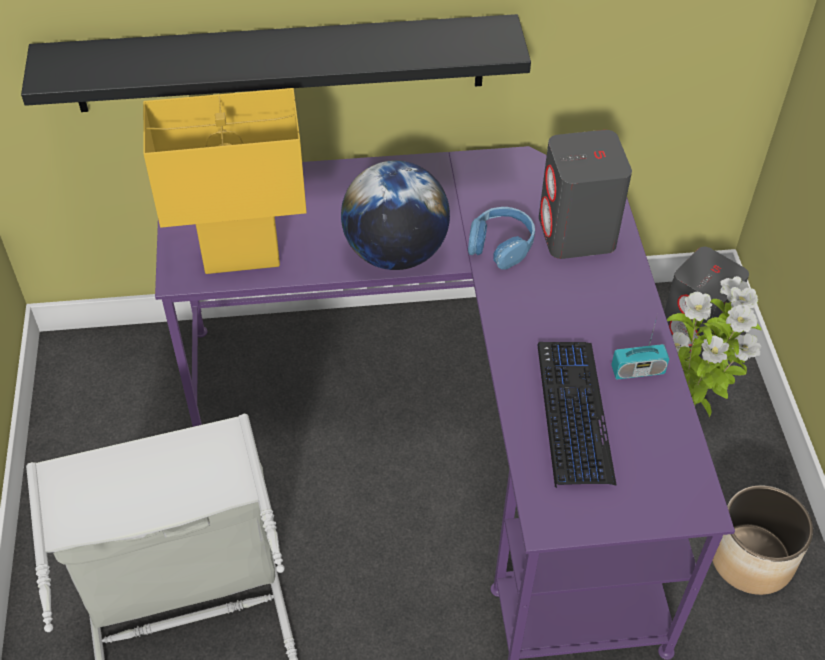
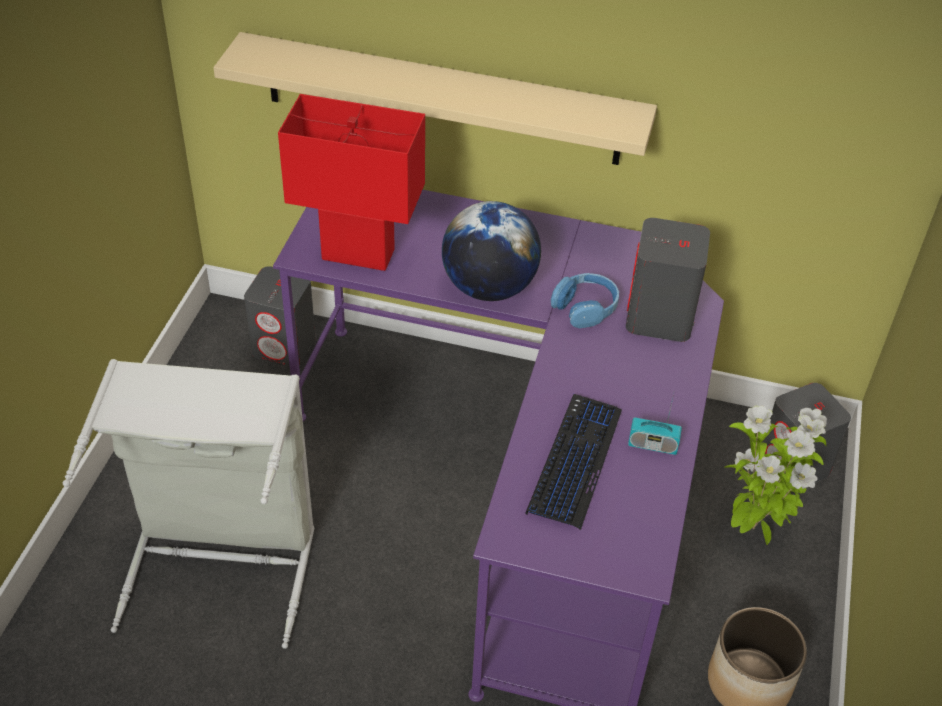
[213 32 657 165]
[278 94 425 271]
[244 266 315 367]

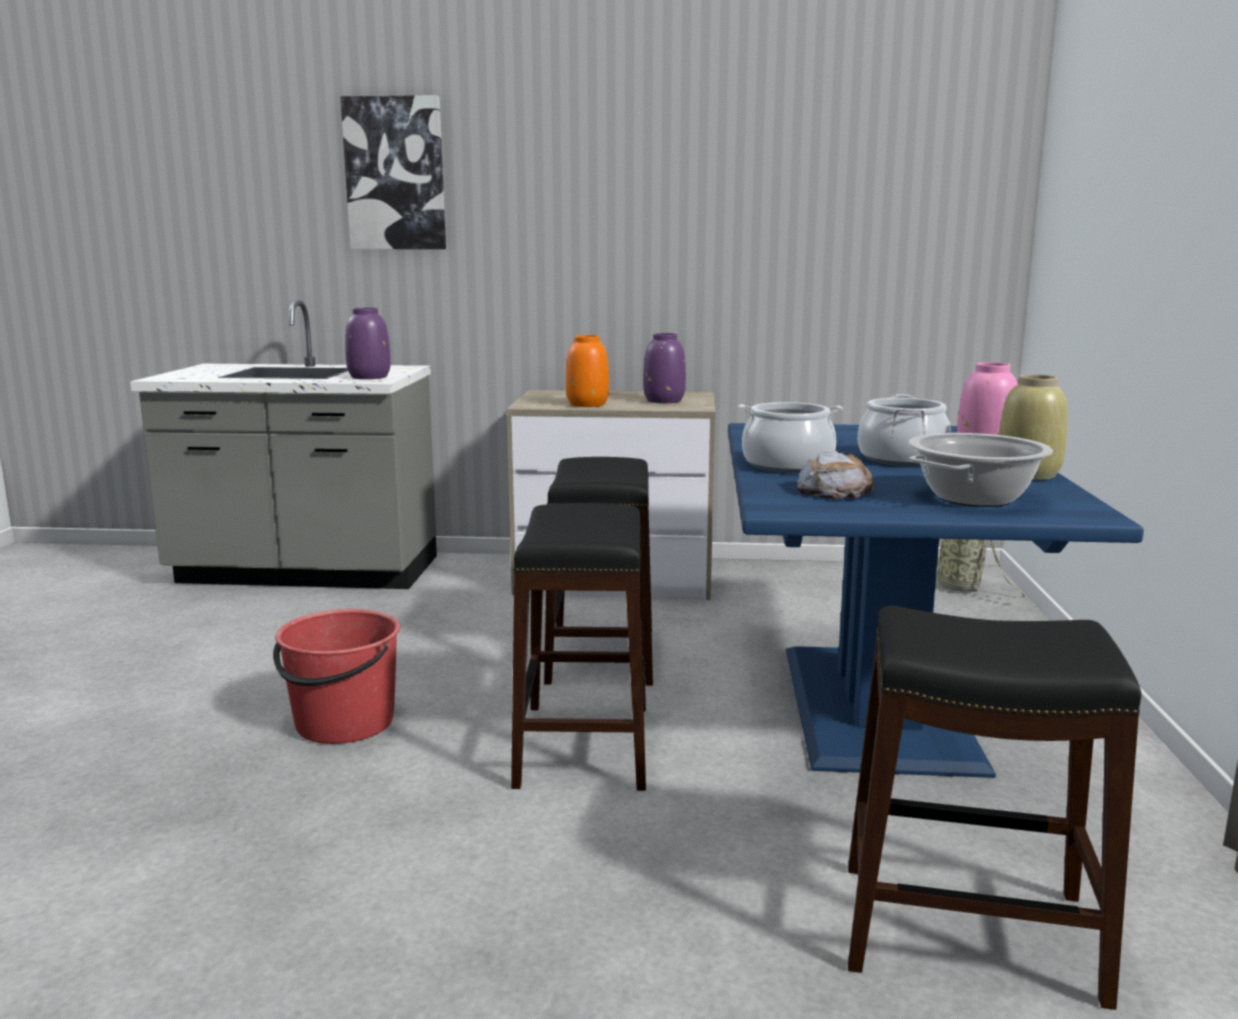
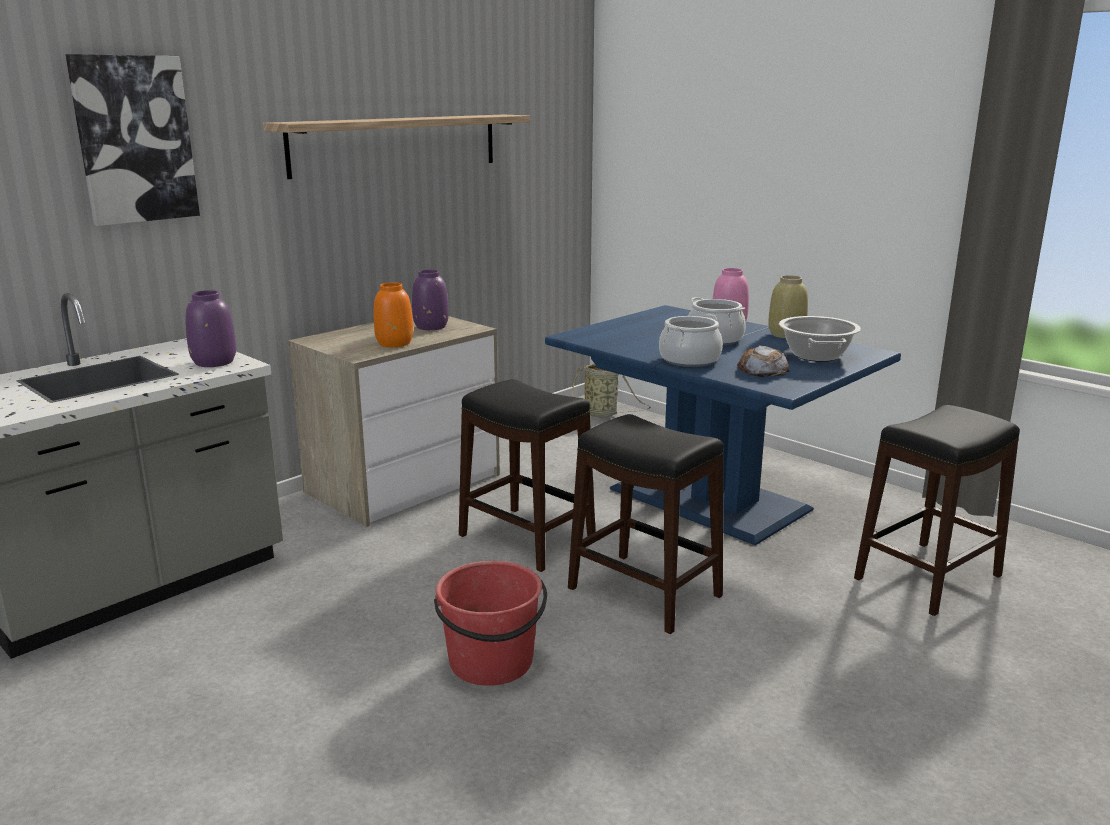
[263 115 530 179]

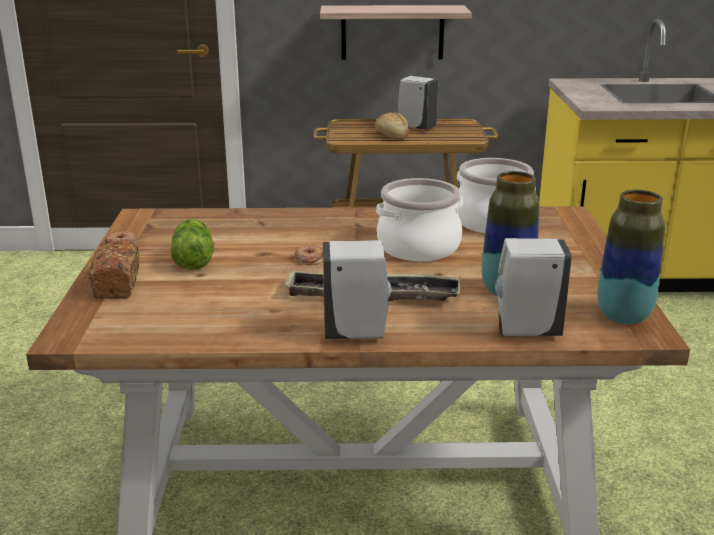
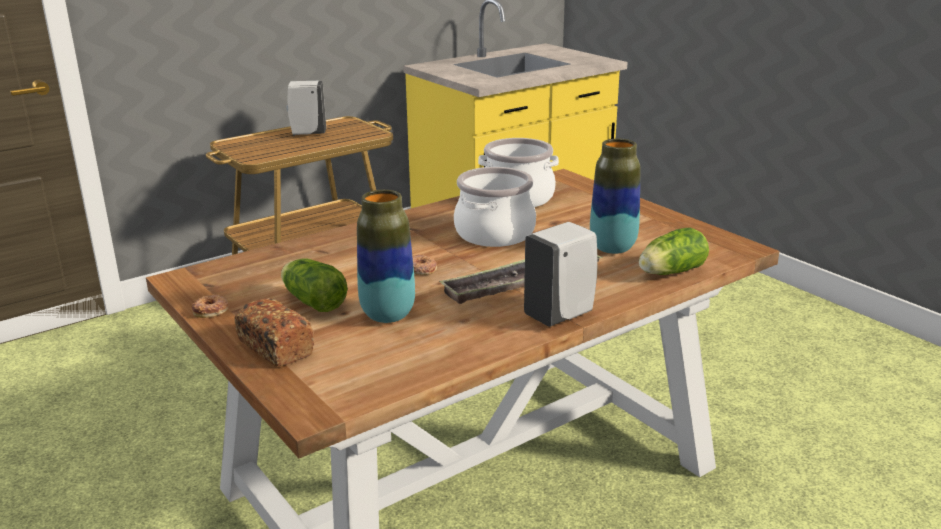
[320 5 472 60] (first image)
[375 112 409 140] (first image)
[357 190 415 323]
[639 228 709 275]

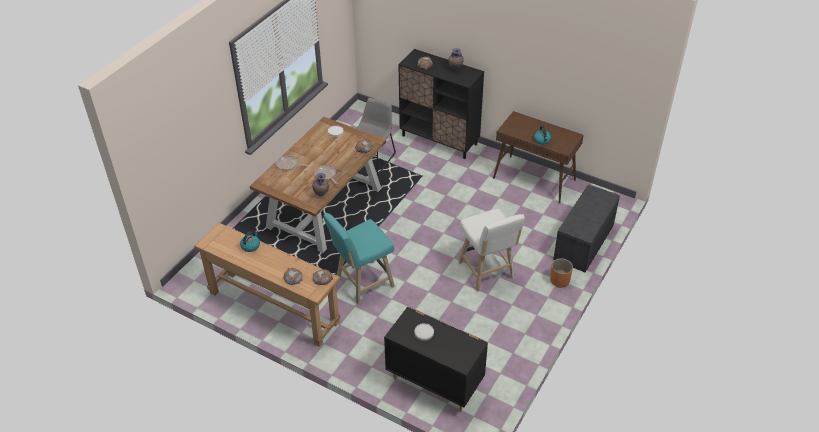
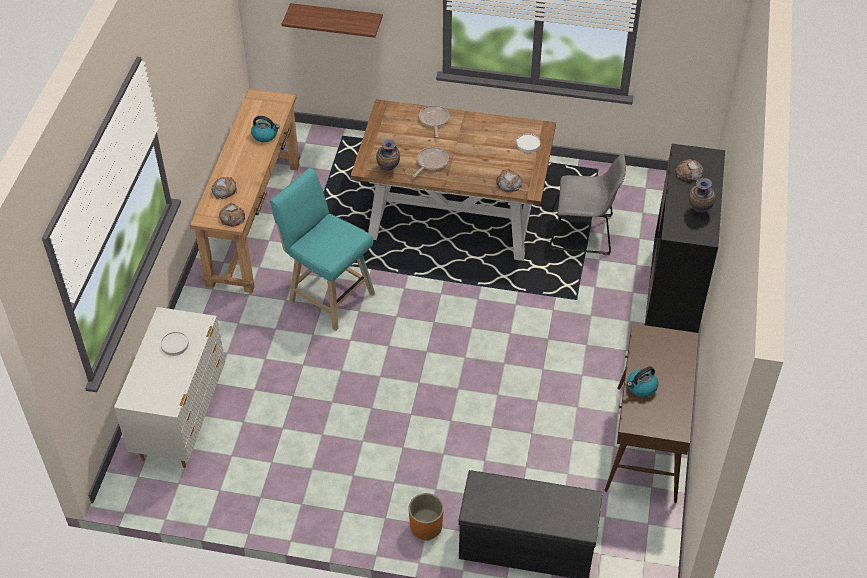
[458 209 525 291] (first image)
[114 307 226 468]
[282 3 383 38]

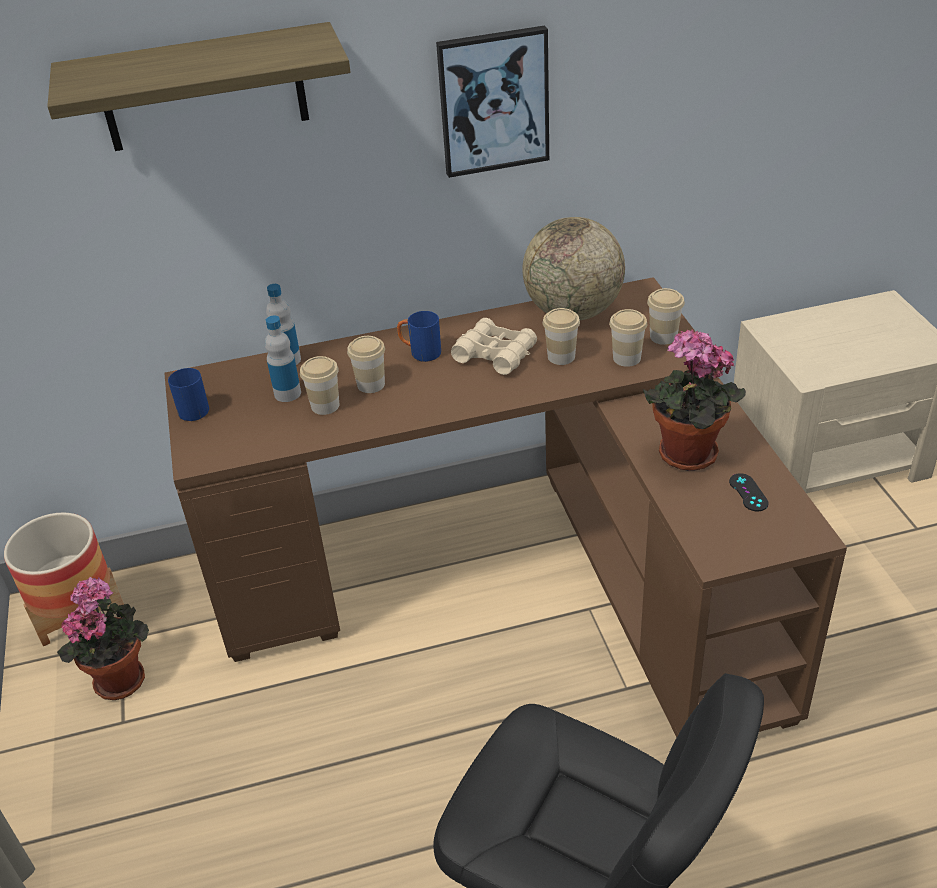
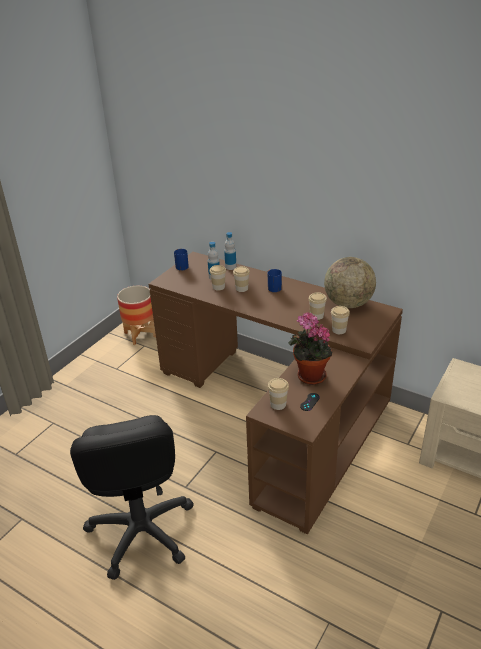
[47 22 350 151] (first image)
[436 25 549 178] (first image)
[268 378 289 410]
[451 318 537 375] (first image)
[57 577 149 700] (first image)

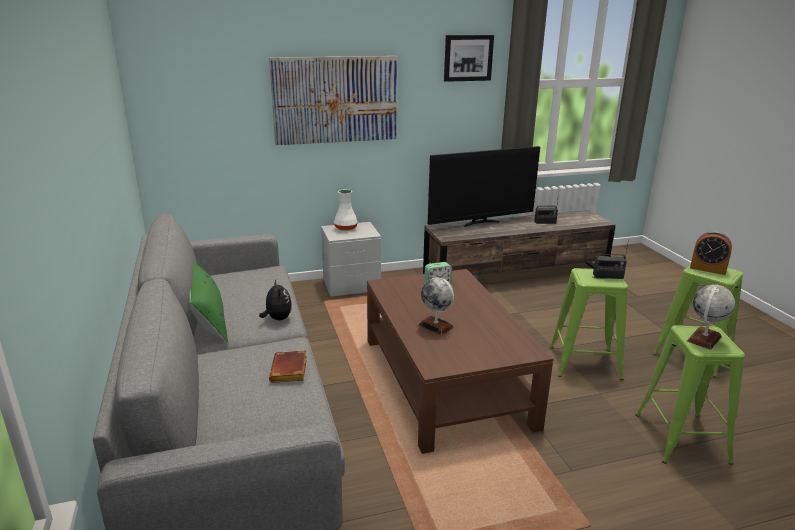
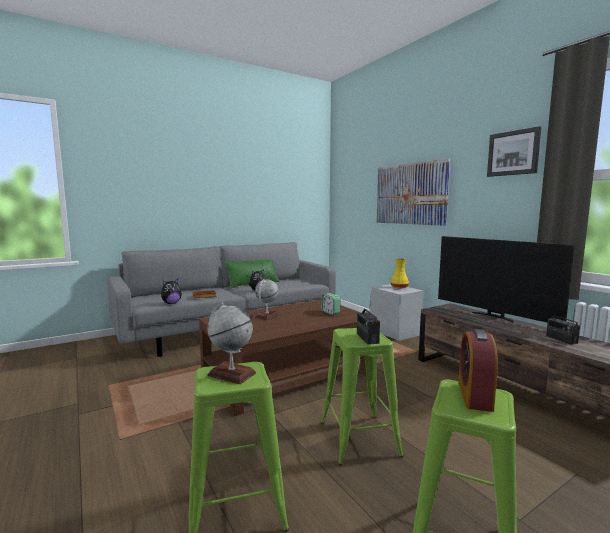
[390 258 409 288]
[161 279 182 304]

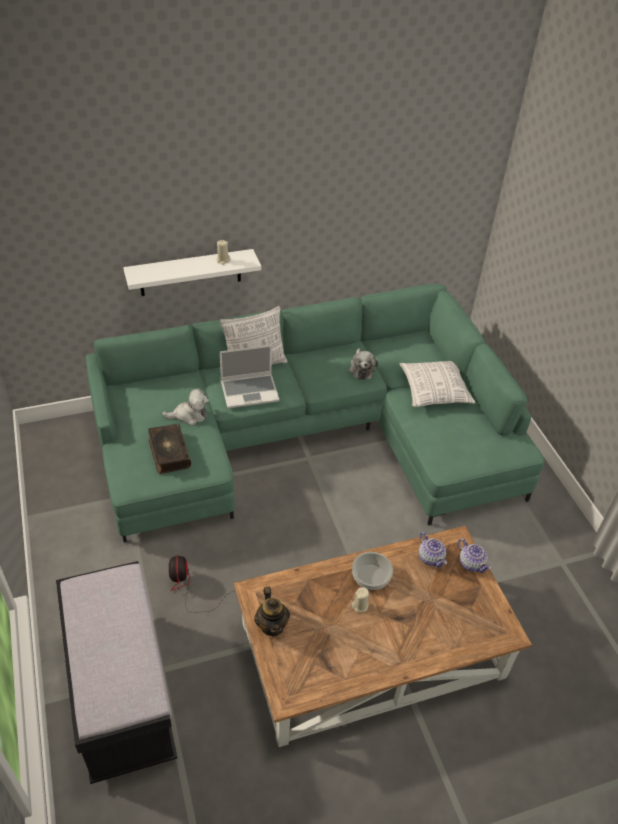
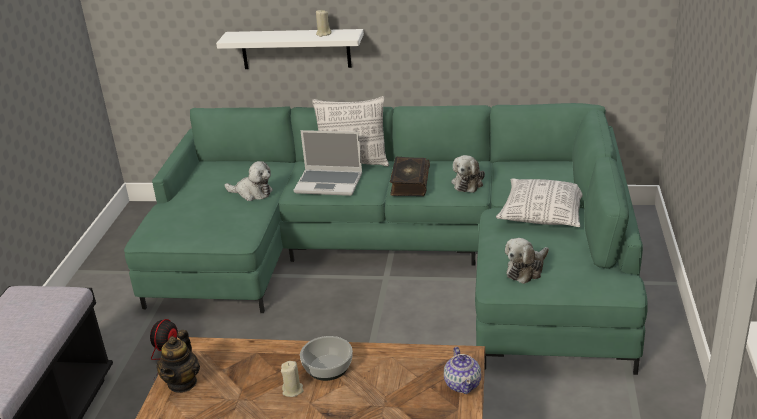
[390 157 430 196]
[419 532 447 568] (first image)
[505 238 549 284]

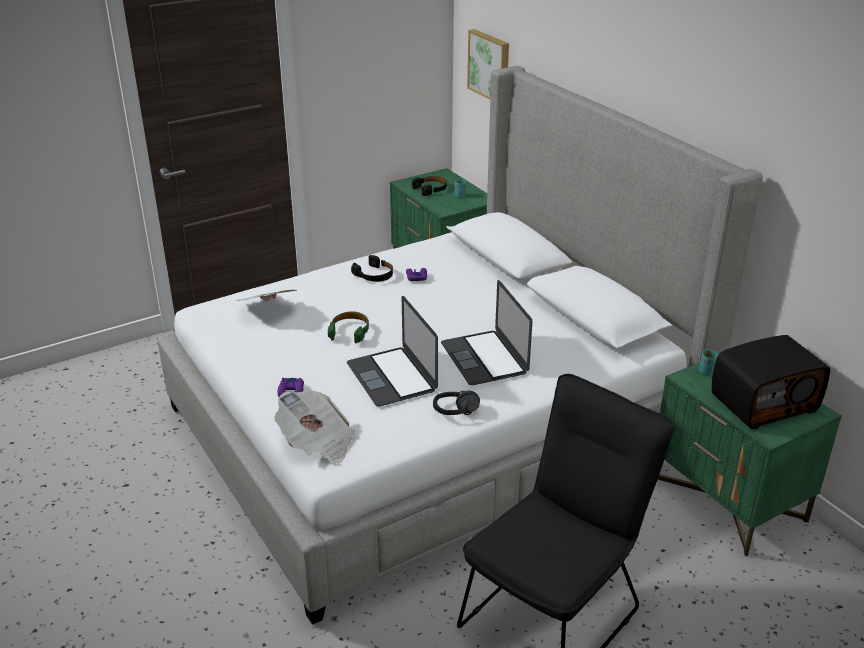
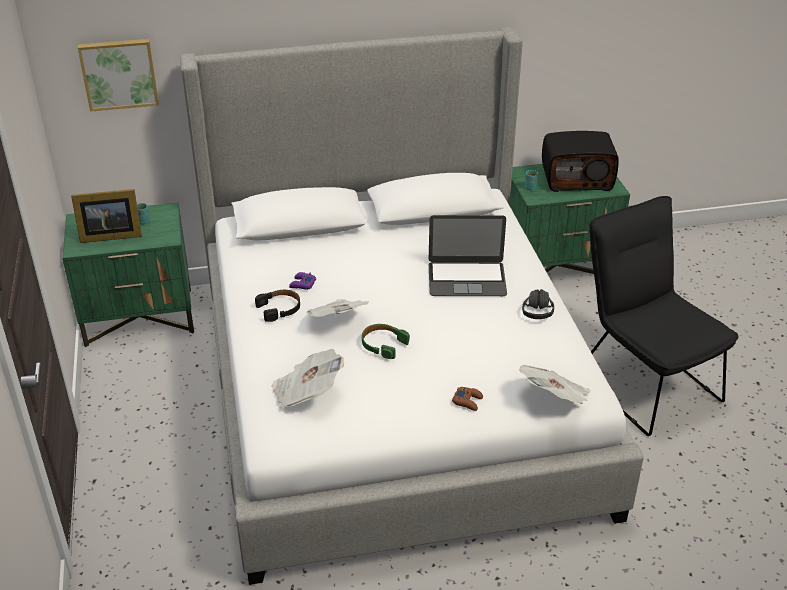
[71 189 142 243]
[347 296 438 407] (first image)
[542 131 619 192]
[452 387 483 411]
[307 299 369 317]

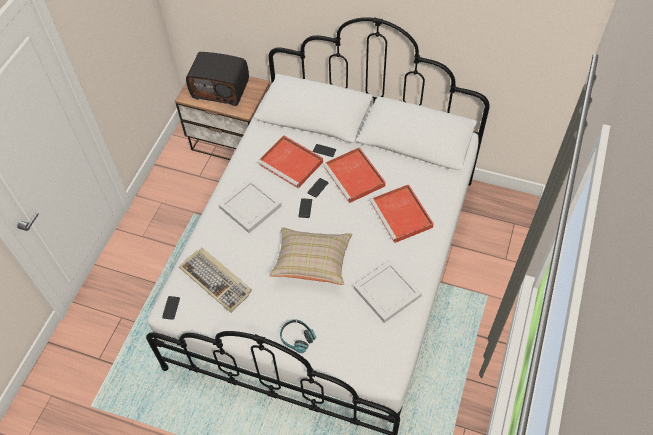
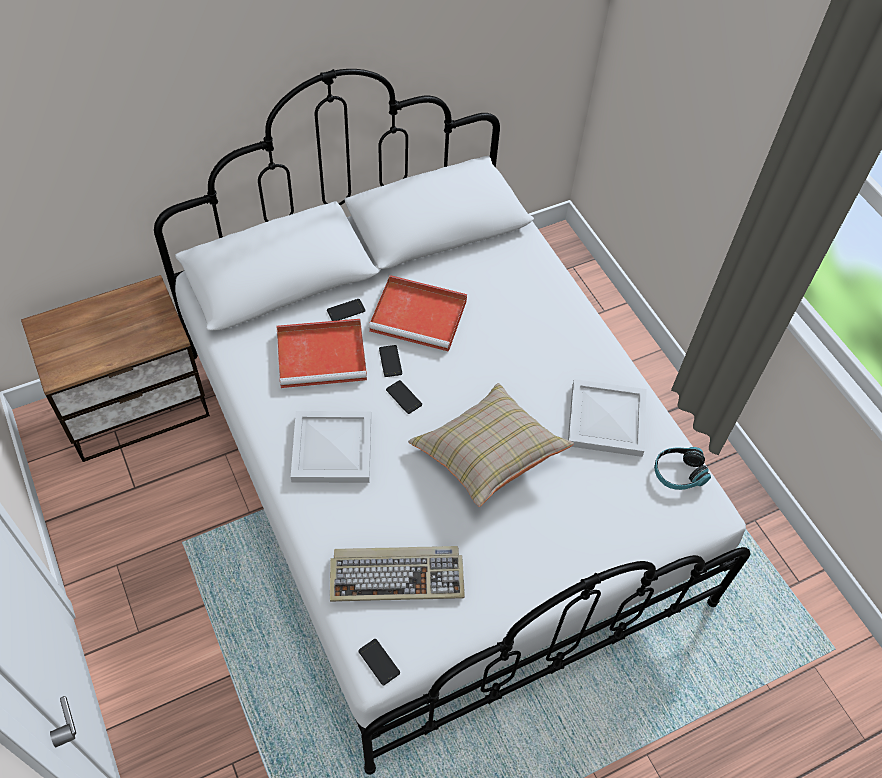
[186 52 249 106] (first image)
[370 184 434 243] (first image)
[654 447 711 490]

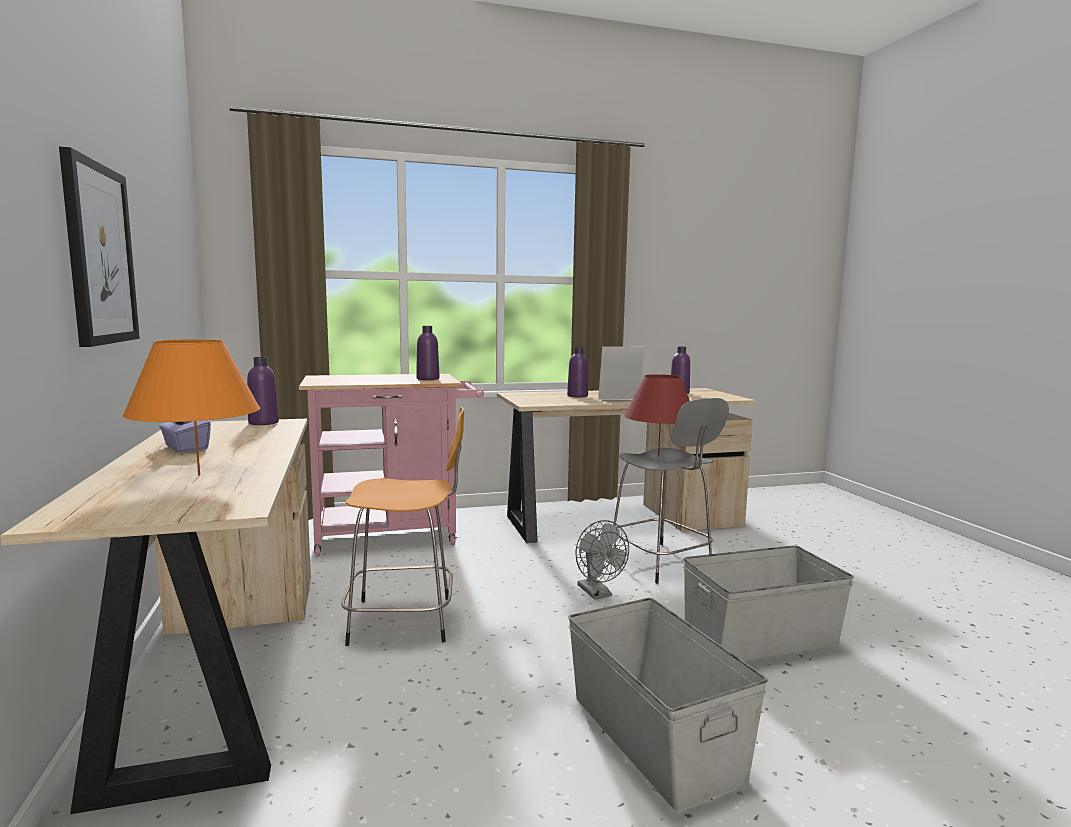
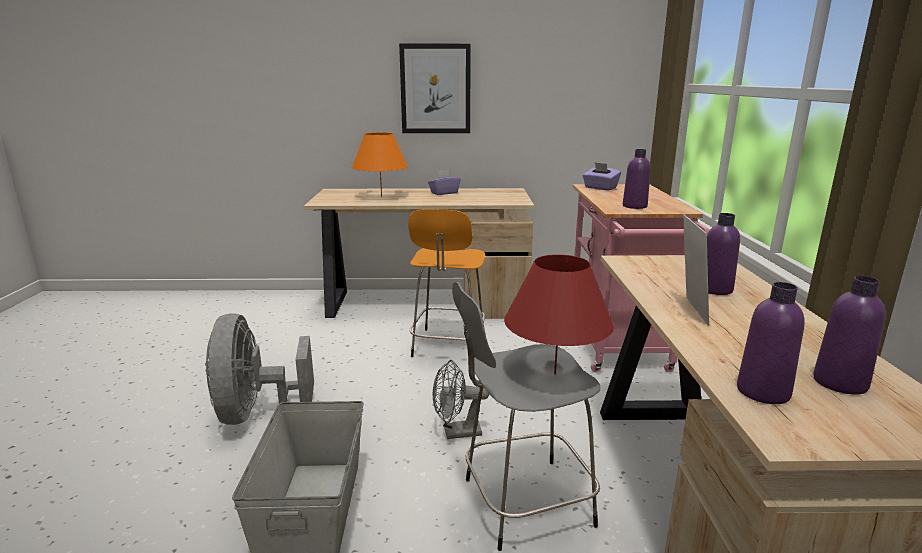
[737 282 805 404]
[205 313 314 425]
[583 162 621 190]

